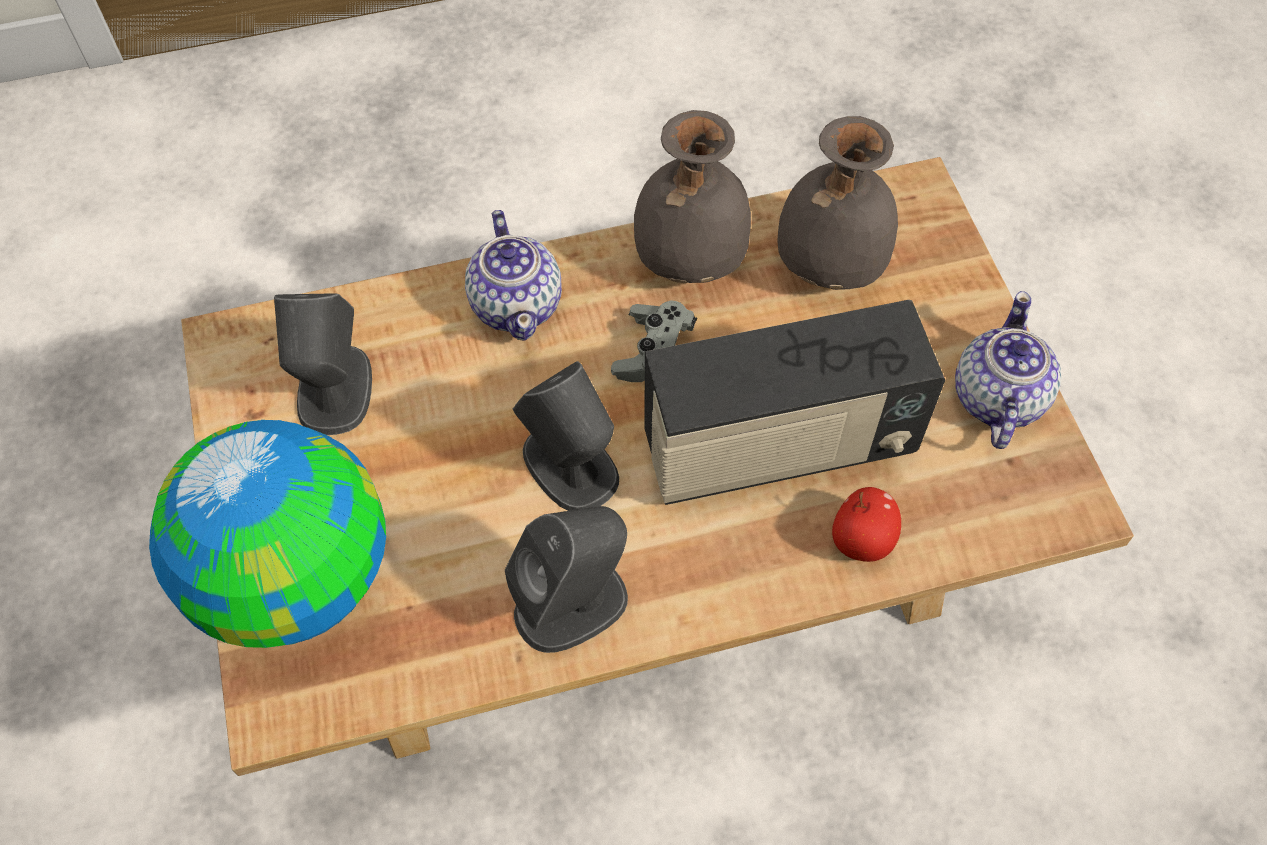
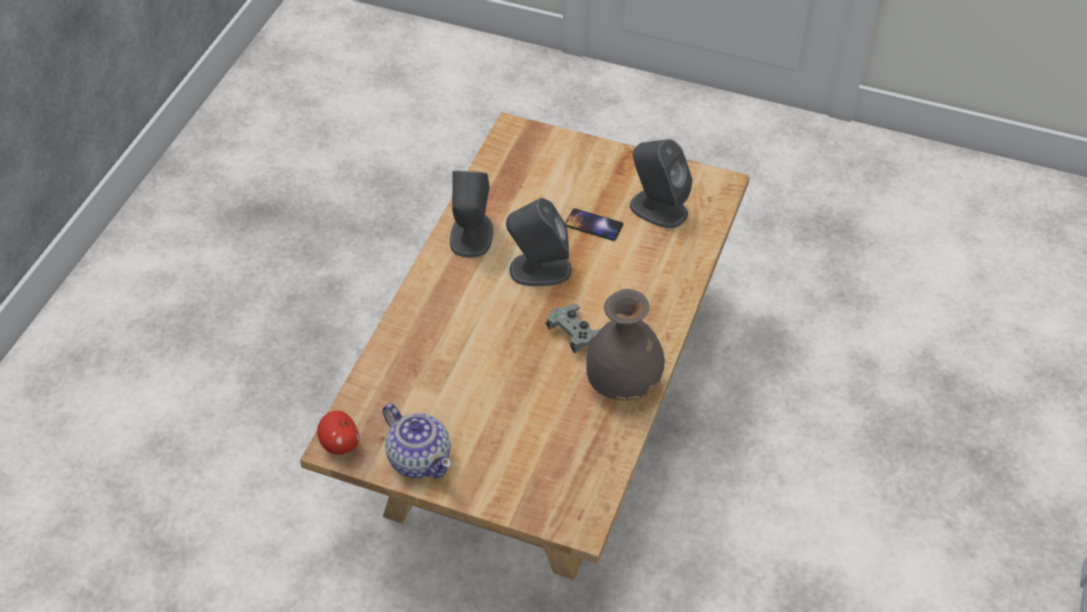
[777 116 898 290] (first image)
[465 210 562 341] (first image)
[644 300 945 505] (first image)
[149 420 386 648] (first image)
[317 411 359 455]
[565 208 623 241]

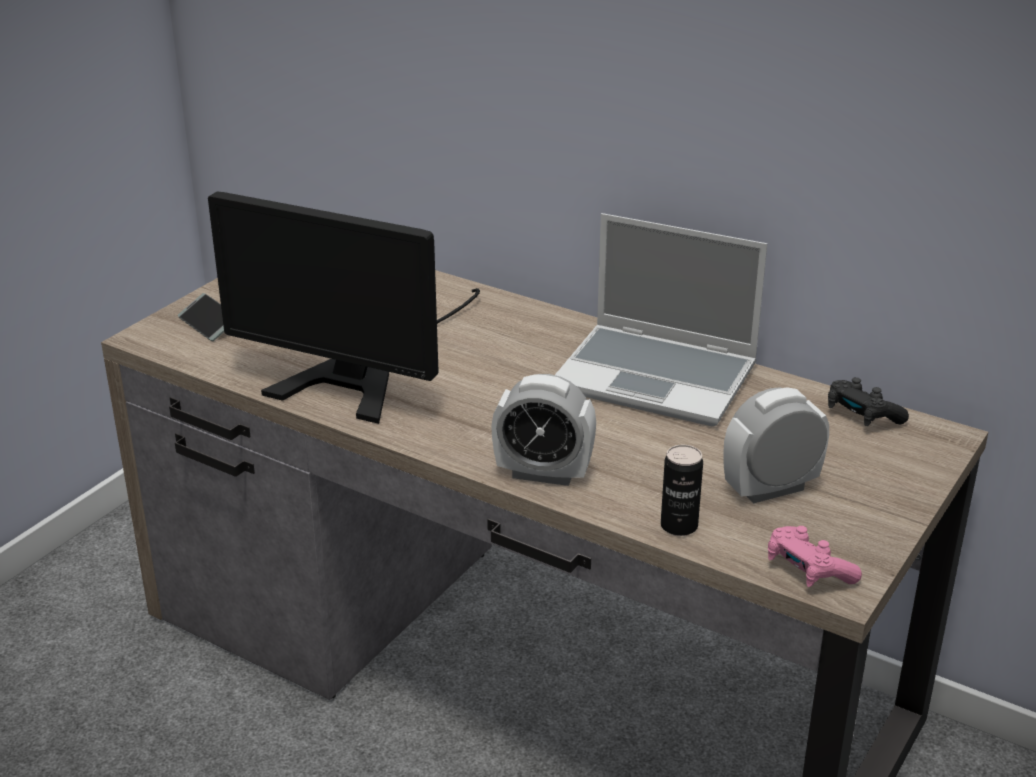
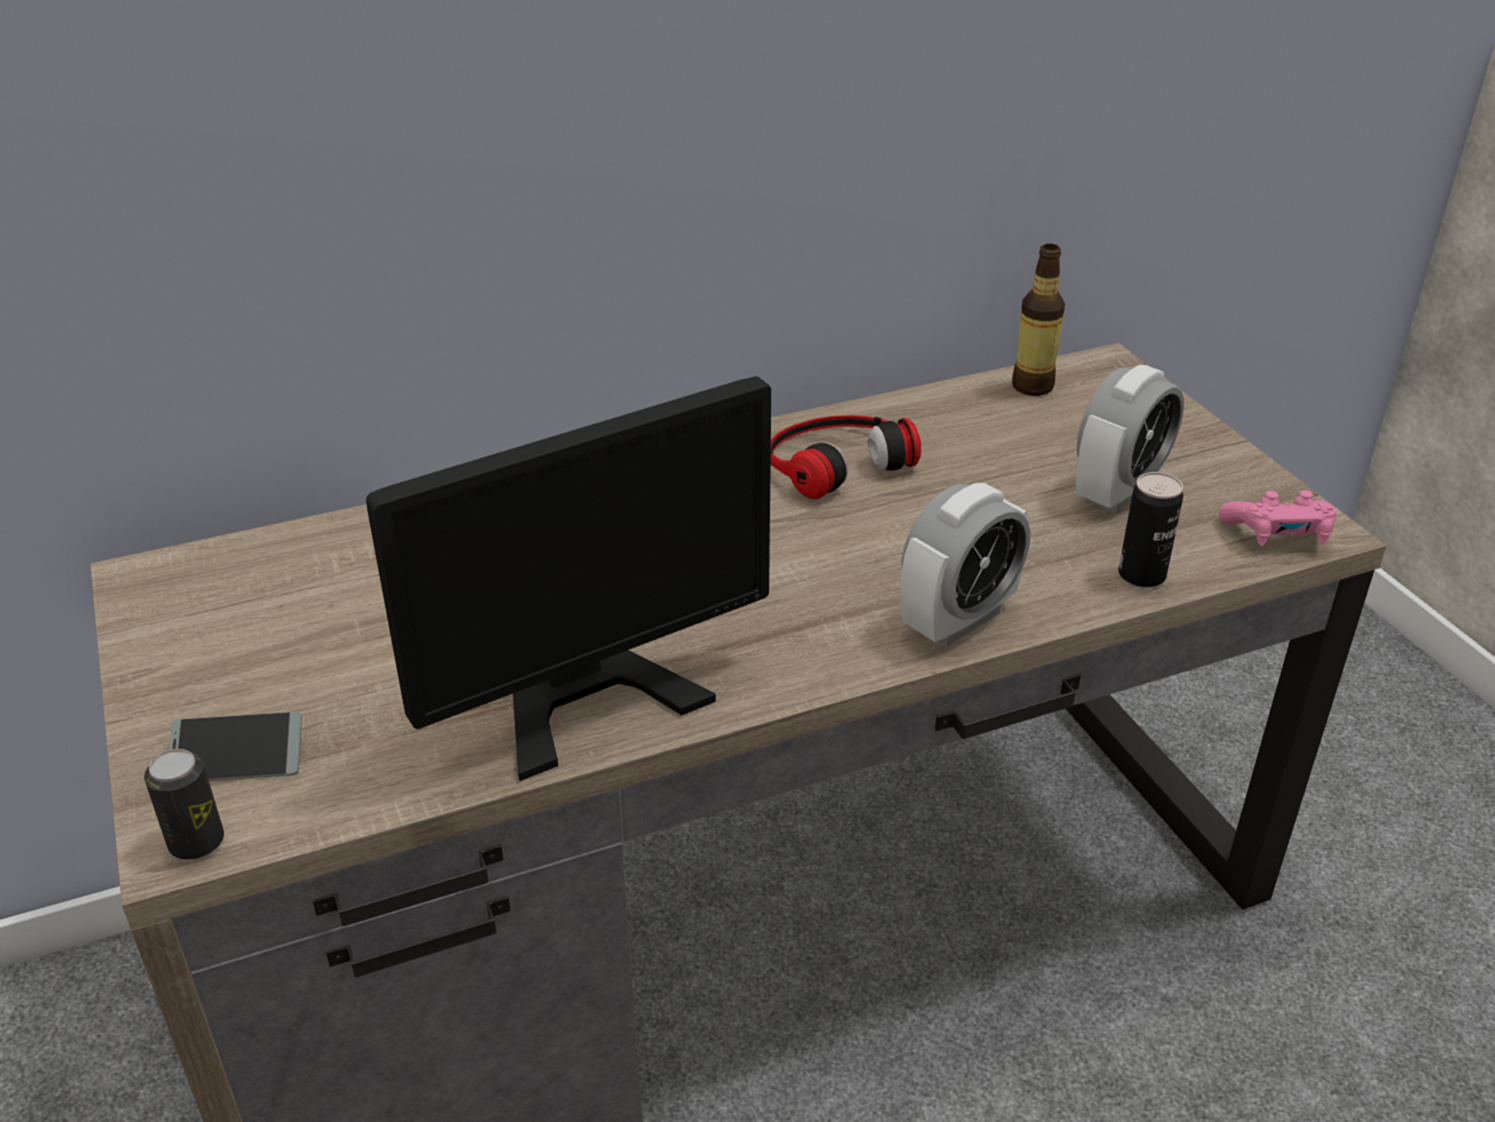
[771 415 921 499]
[1012 244 1065 396]
[1076 365 1184 513]
[144 749 224 860]

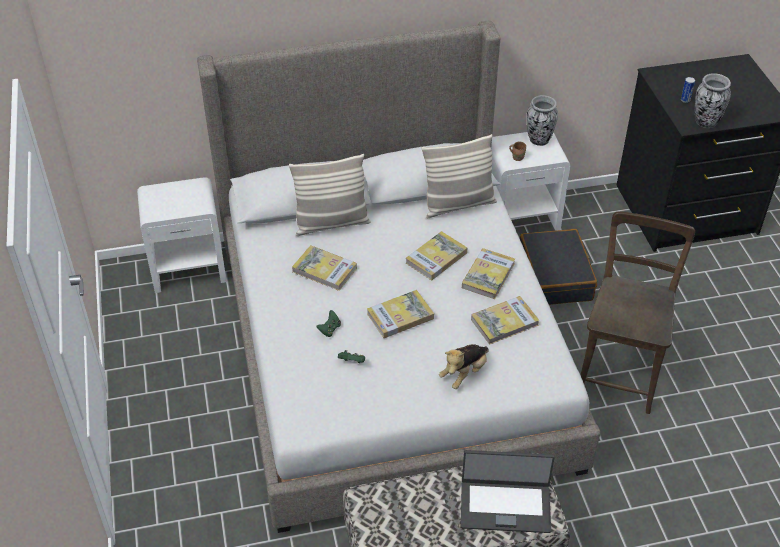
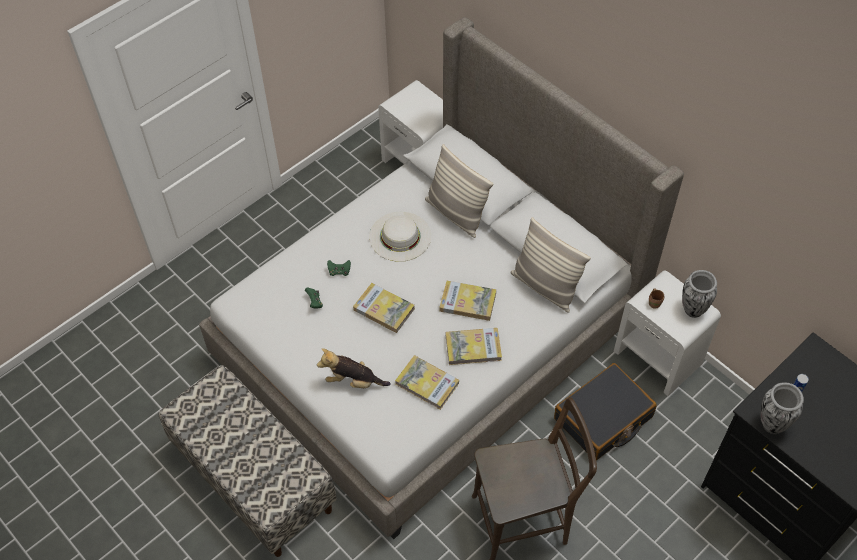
[369 212 431 262]
[461 450 555 533] (first image)

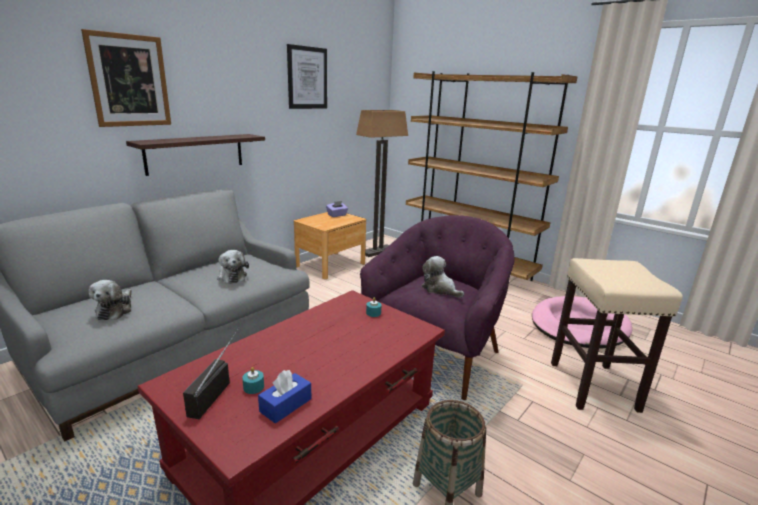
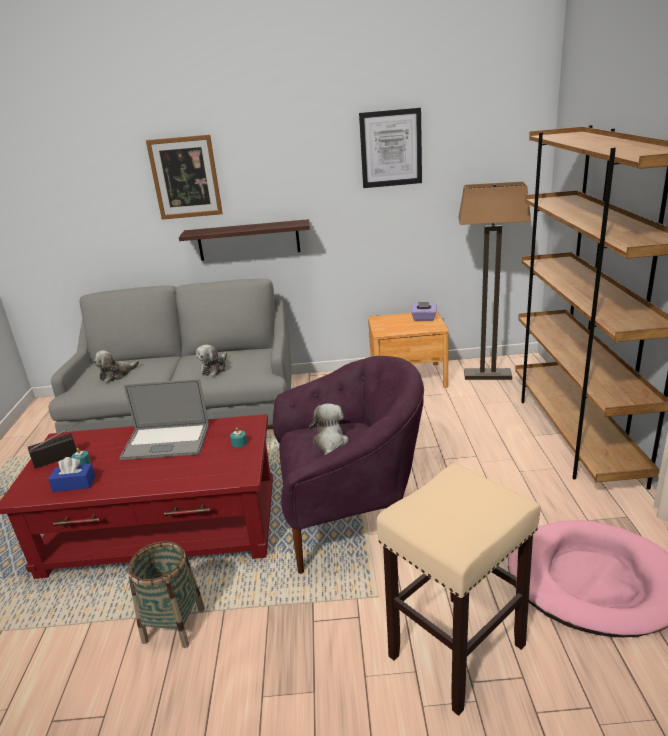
[120 379 209 460]

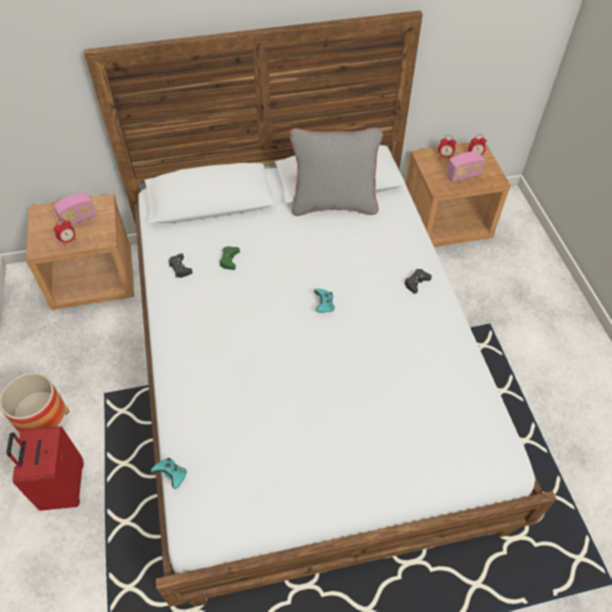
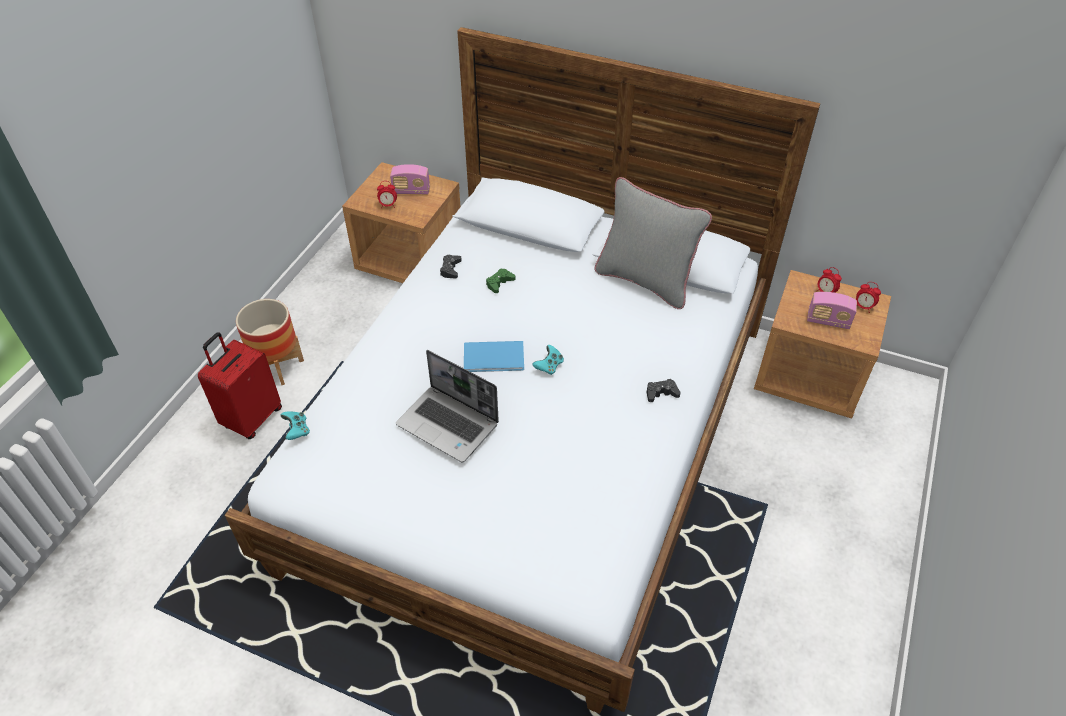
[464 341 524 372]
[396 350 499 462]

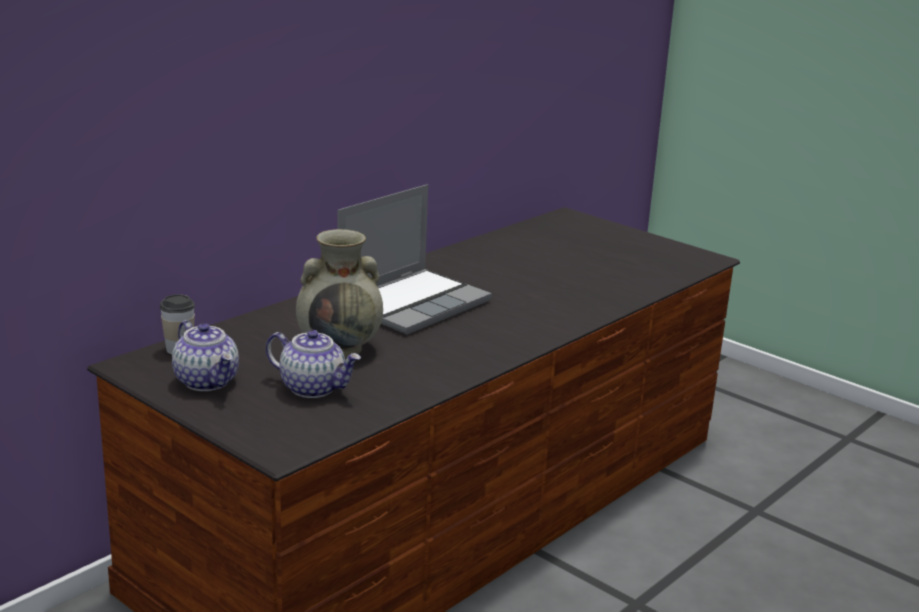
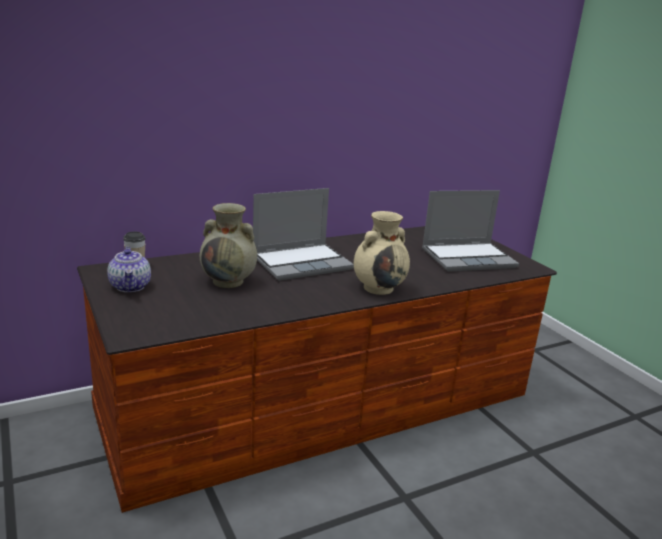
[266 330 361 398] (first image)
[422 190 519 272]
[354 211 410 295]

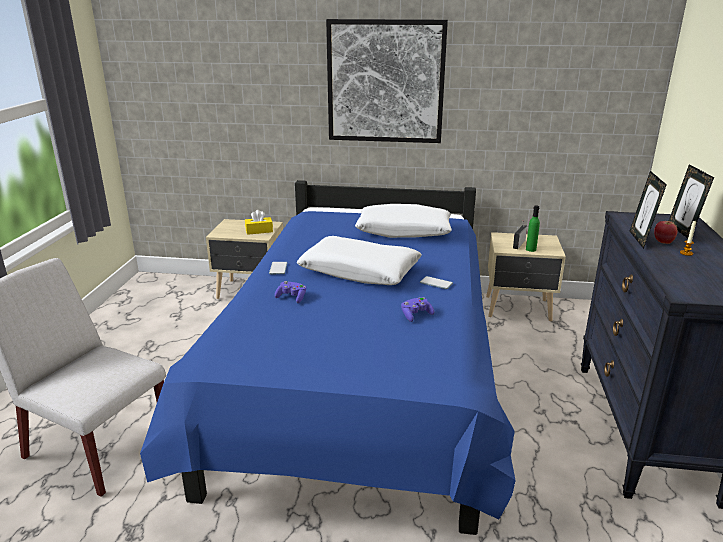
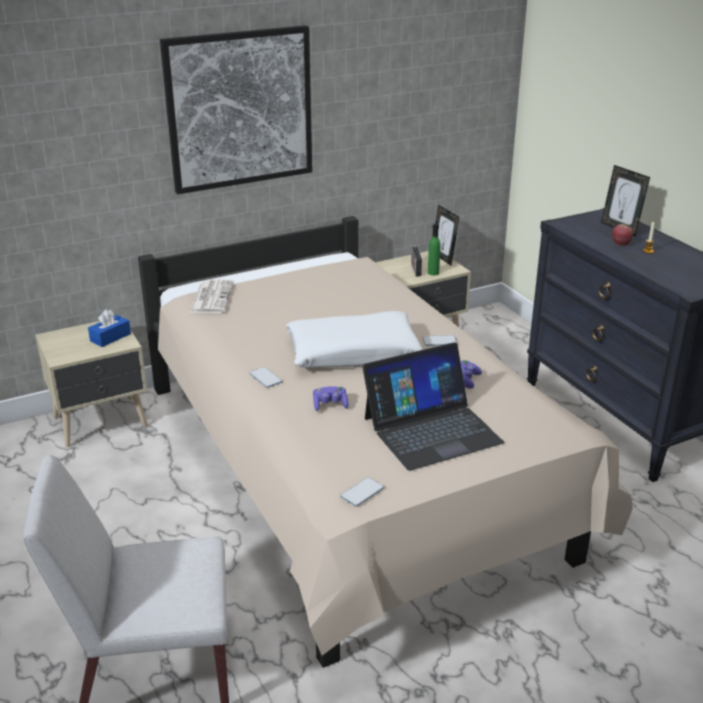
[435 205 459 265]
[138 216 633 668]
[355 204 452 238] (first image)
[88 309 131 347]
[190 279 234 313]
[362 342 504 471]
[340 477 384 506]

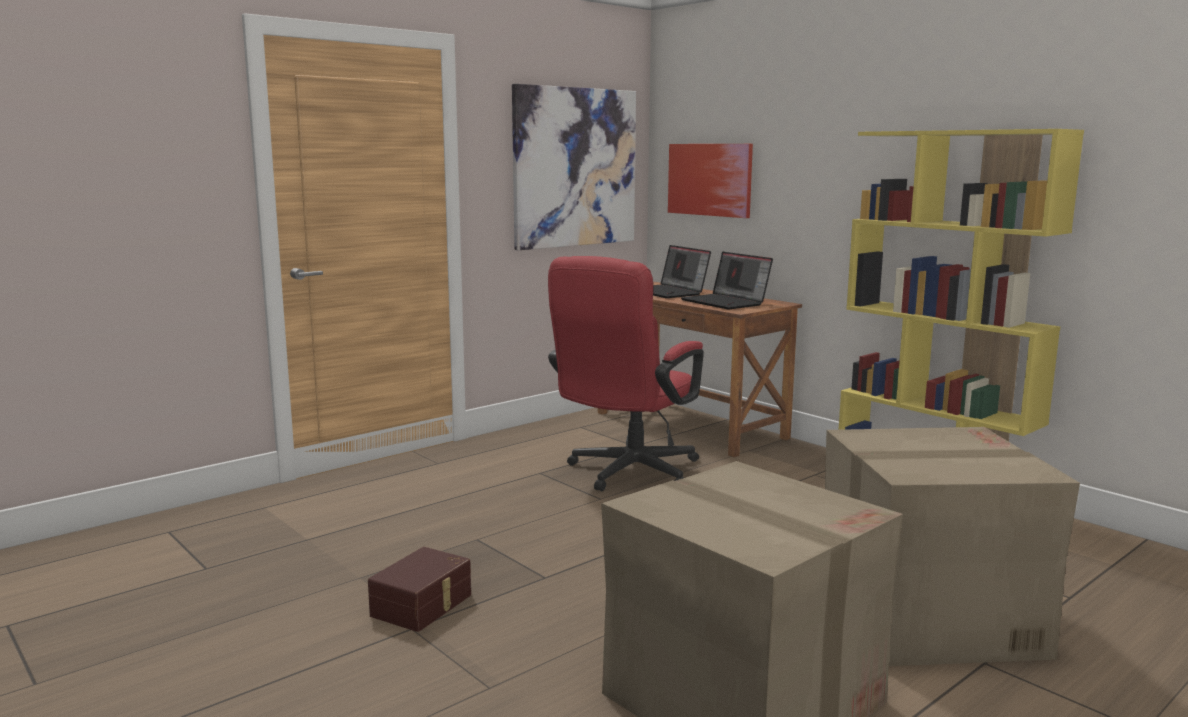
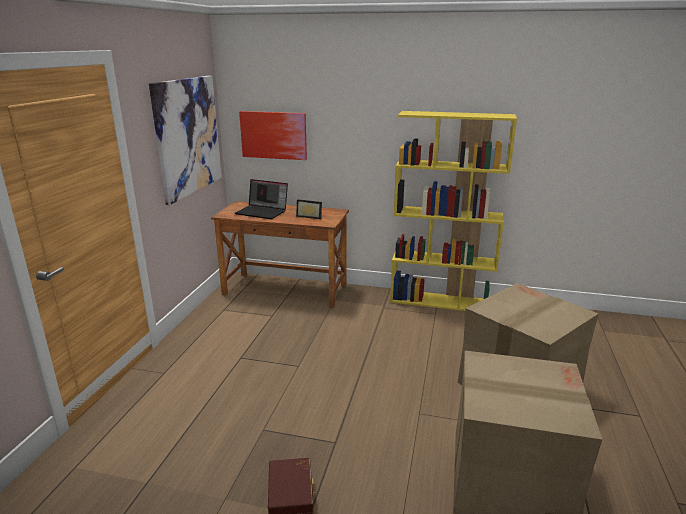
[296 199 322 219]
[548 256 704 491] (first image)

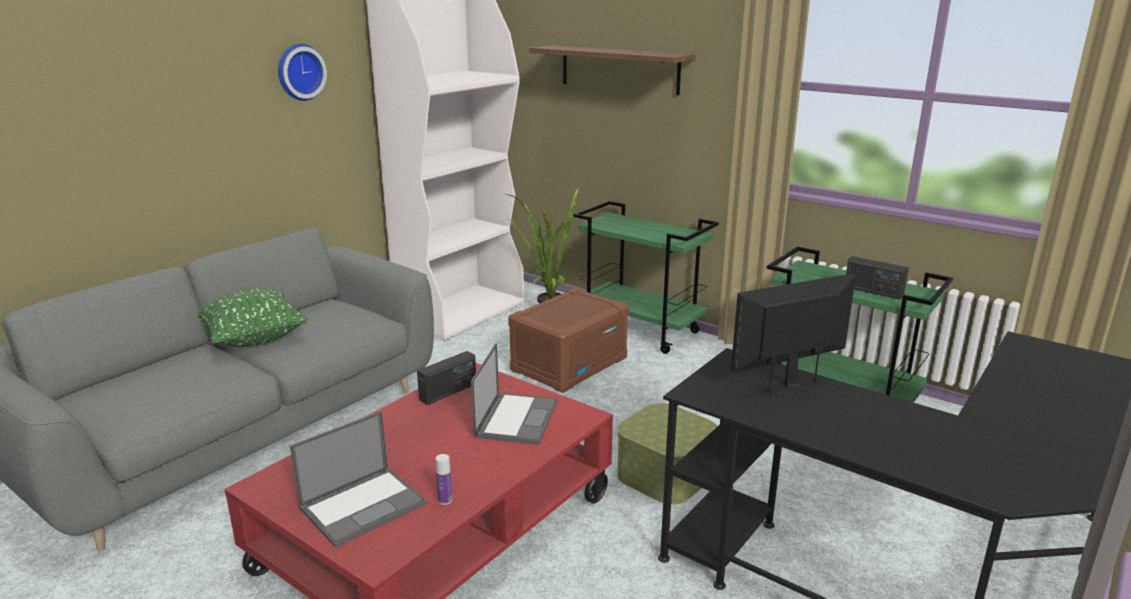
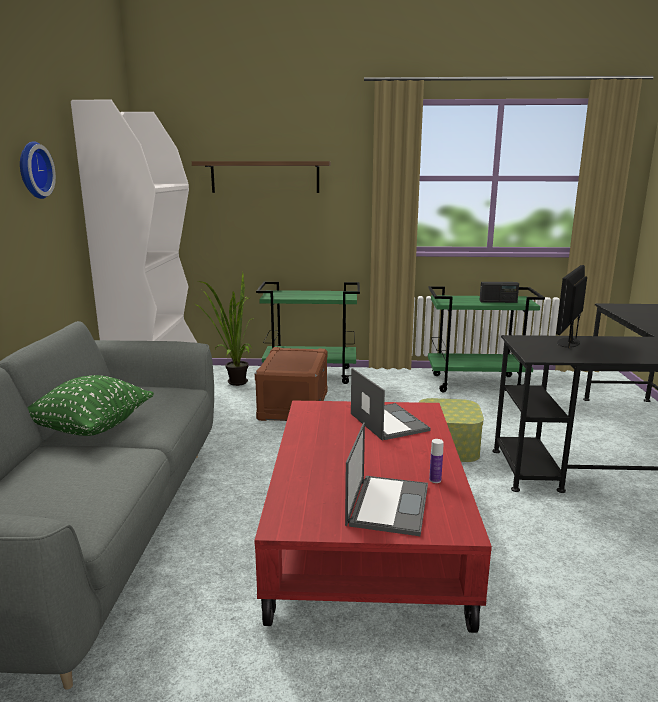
[417 351 476 405] (first image)

